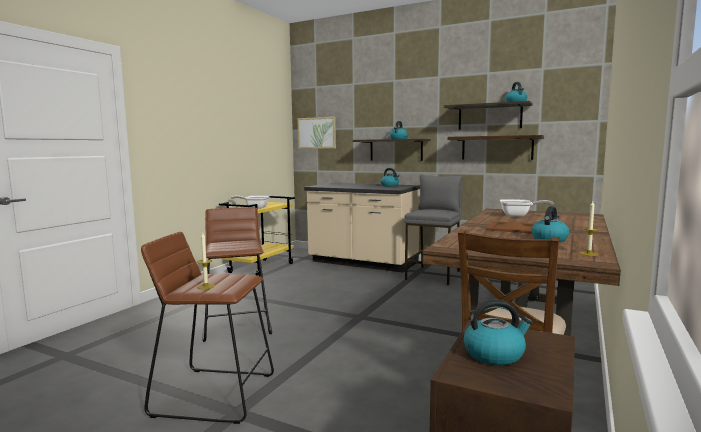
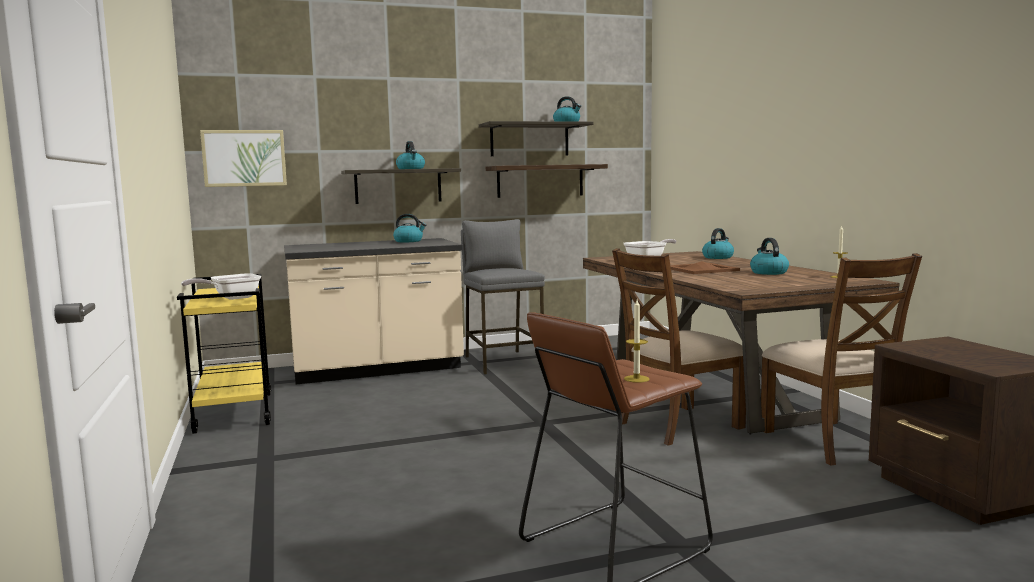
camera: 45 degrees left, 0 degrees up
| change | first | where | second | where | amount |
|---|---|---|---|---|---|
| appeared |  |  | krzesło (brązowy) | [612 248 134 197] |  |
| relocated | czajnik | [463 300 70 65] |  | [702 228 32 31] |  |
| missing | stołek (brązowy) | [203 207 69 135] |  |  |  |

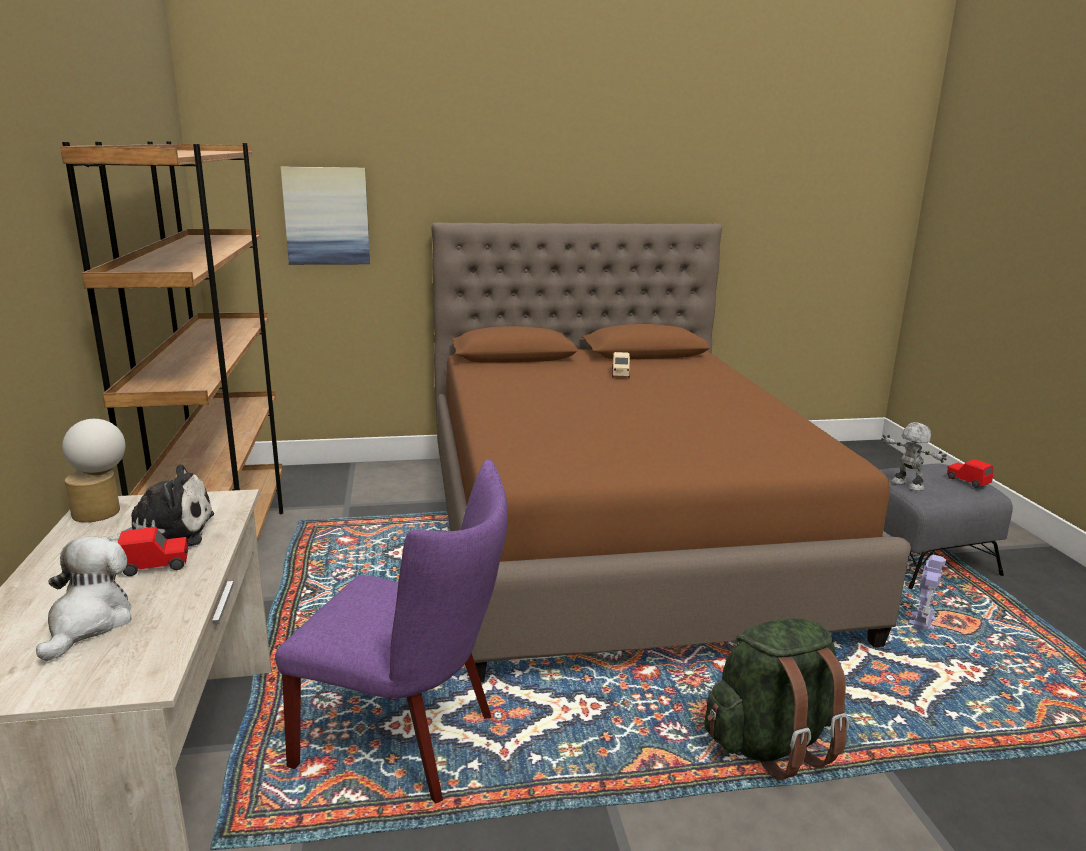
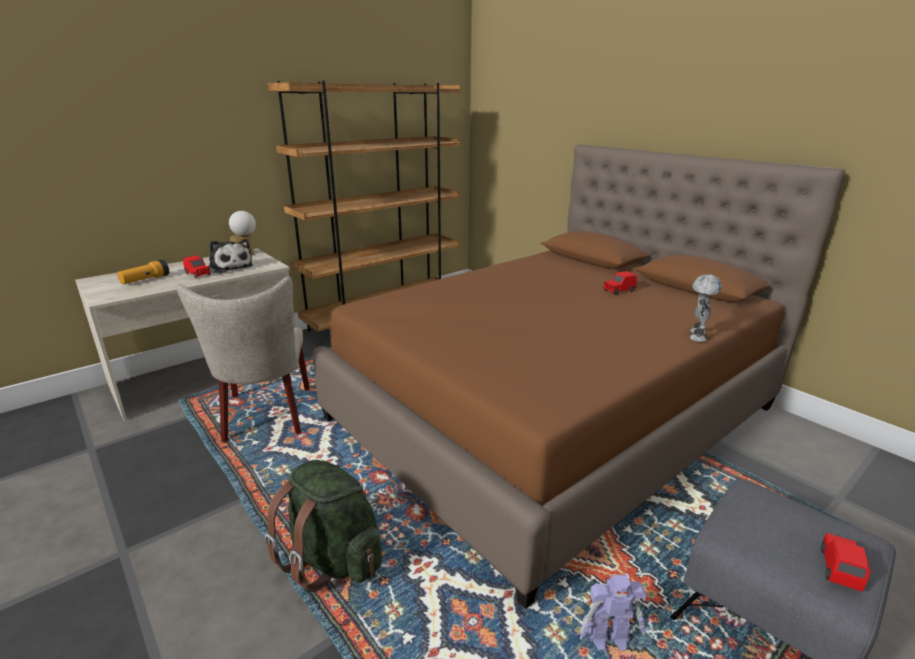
camera: 60 degrees right, 5 degrees up
| change | first | where | second | where | amount |
|---|---|---|---|---|---|
| exchanged | pluszak | [36 536 96 125] | latarka | [117 259 52 25] |  |
| colour | krzesło (fioletowy) | [275 459 233 345] | krzesło (beżowy) | [176 277 134 166] |  |
| colour | samochodzik (beżowy) | [612 352 18 26] | samochodzik (czerwony) | [604 271 33 24] |  |
| relocated | robot zabawkowy | [881 422 66 69] |  | [690 274 32 68] |  |
| missing | obraz | [281 167 89 98] |  |  |  |

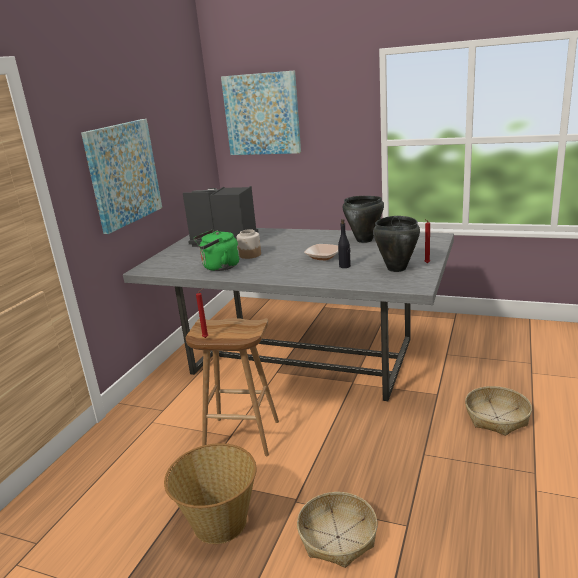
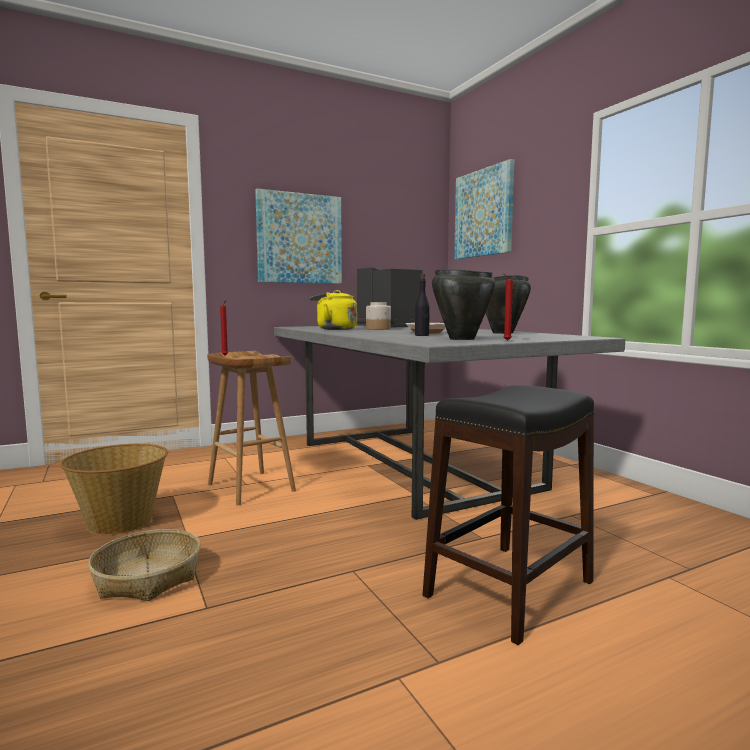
camera: 40 degrees right, 15 degrees down
| change | first | where | second | where | amount |
|---|---|---|---|---|---|
| colour | czajnik (zielony) | [193 229 47 42] | czajnik (żółty) | [309 290 48 40] |  |
| exchanged | koszyk | [465 386 67 50] | stołek (czarny) | [423 385 171 260] |  |

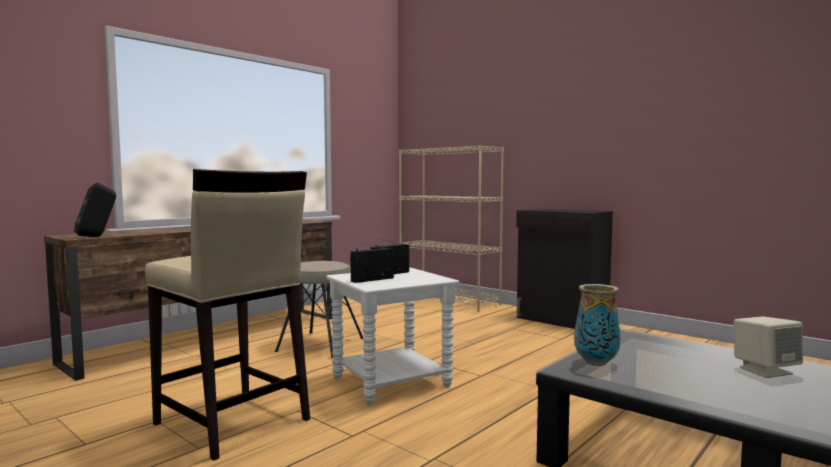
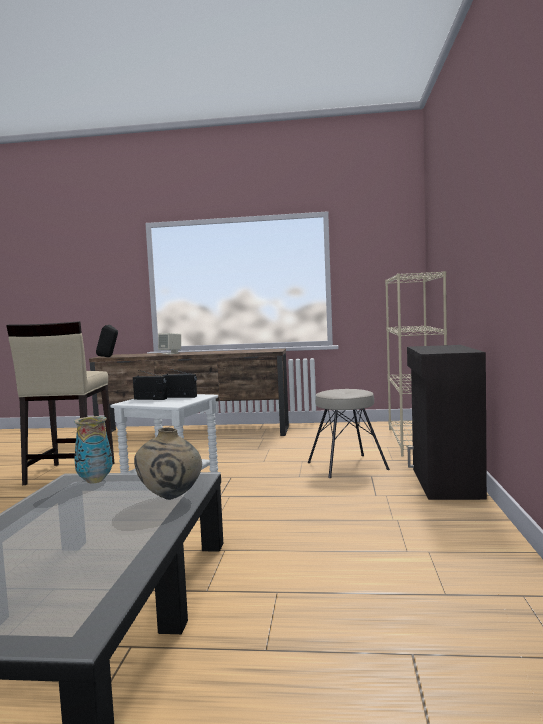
camera: 55 degrees right, 0 degrees up
| change | first | where | second | where | amount |
|---|---|---|---|---|---|
| appeared |  |  | wazon (beżowy) | [134 427 68 73] |  |
| relocated | głośnik (beżowy) | [734 316 69 62] |  | [158 333 23 21] |  |
| relocated | stołek (beżowy) | [275 261 88 97] |  | [308 389 82 89] |  |

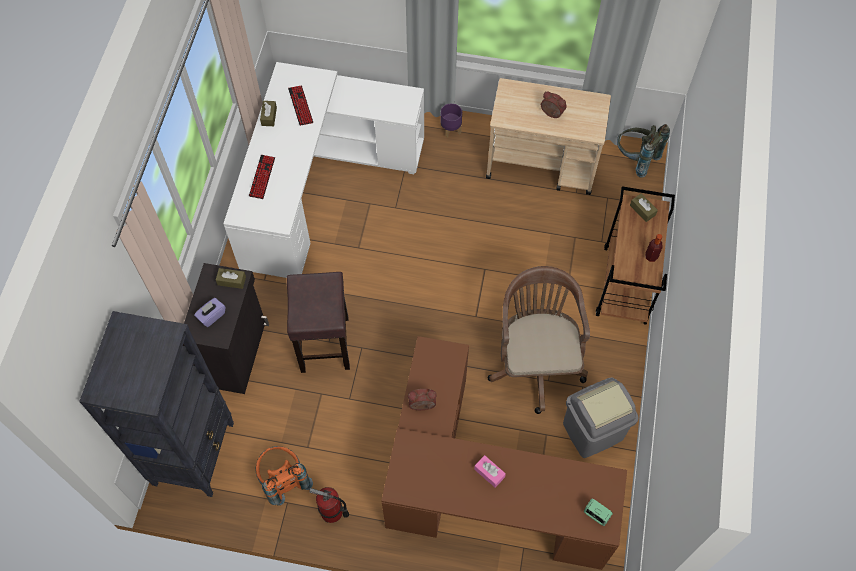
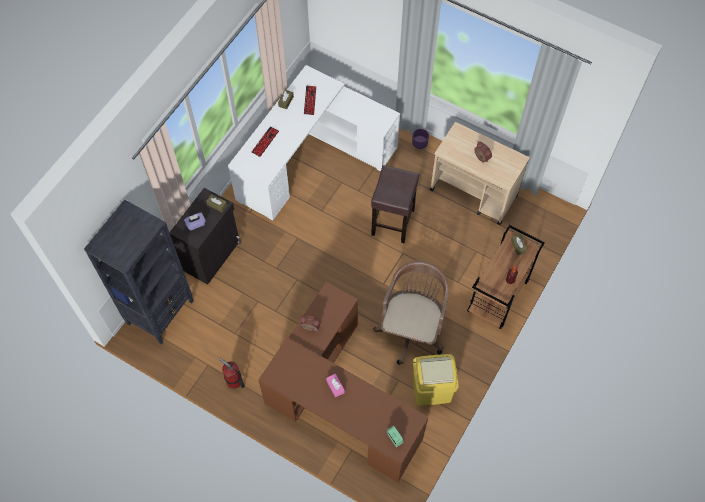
camera: 20 degrees right, 0 degrees up
| change | first | where | second | where | amount |
|---|---|---|---|---|---|
| relocated | stołek (brązowy) | [287 272 63 101] |  | [371 165 49 78] |  |
| colour | kosz na śmieci (szary) | [563 378 75 80] | kosz na śmieci (żółty) | [413 354 46 51] |  |
| missing | plecak (pomarańczowy) | [256 446 57 60] |  |  |  |
| missing | plecak (szary) | [617 124 53 54] |  |  |  |

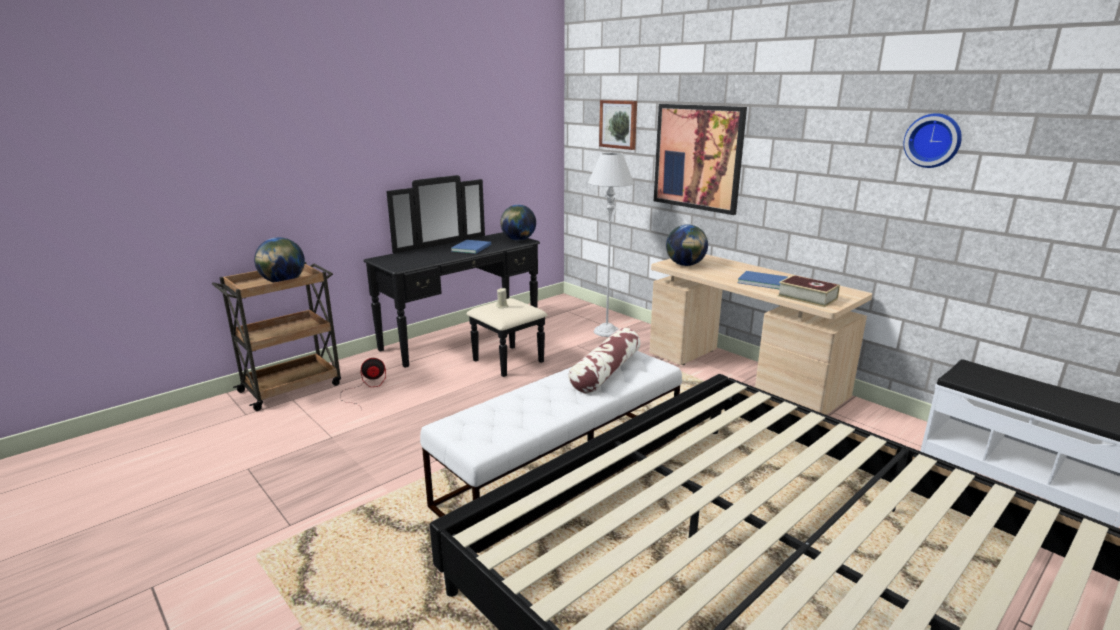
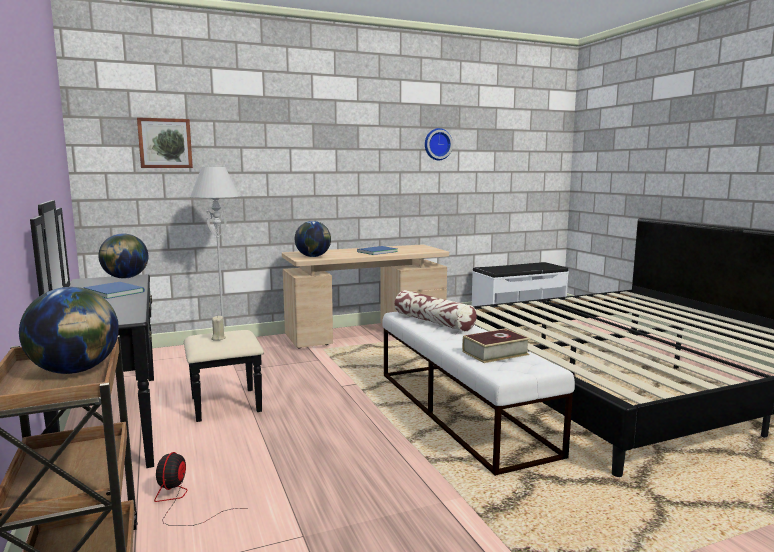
camera: 70 degrees left, 10 degrees down
| change | first | where | second | where | amount |
|---|---|---|---|---|---|
| relocated | książka | [777 275 63 32] |  | [462 329 68 34] |  |
| missing | obraz | [654 104 93 111] |  |  |  |

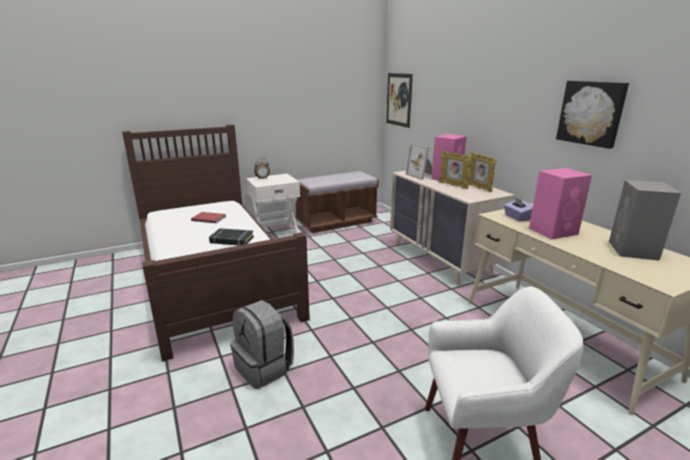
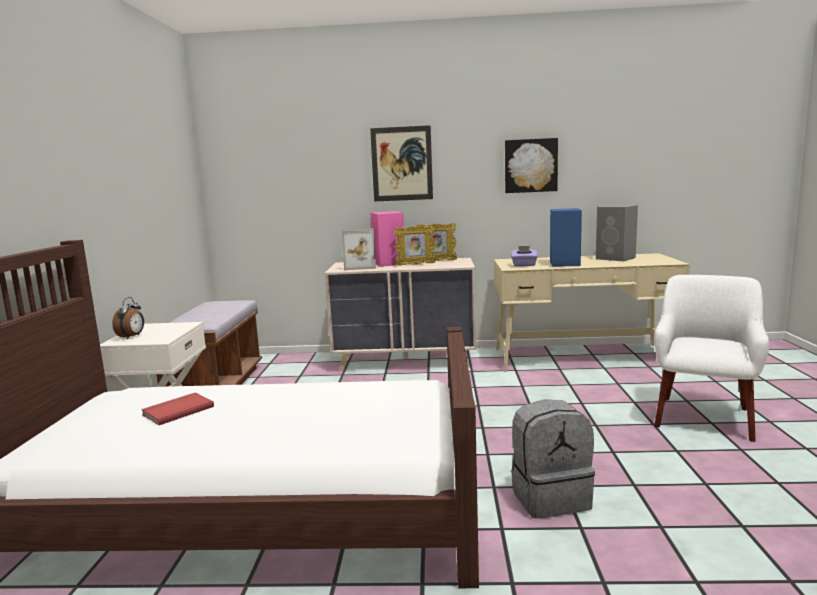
camera: 60 degrees left, 10 degrees down
| change | first | where | second | where | amount |
|---|---|---|---|---|---|
| relocated | obraz | [386 73 27 55] |  | [370 125 63 77] |  |
| colour | głośnik (różowy) | [529 168 63 71] | głośnik (niebieski) | [550 208 32 59] |  |
| missing | książka (czarny) | [209 228 45 18] |  |  |  |

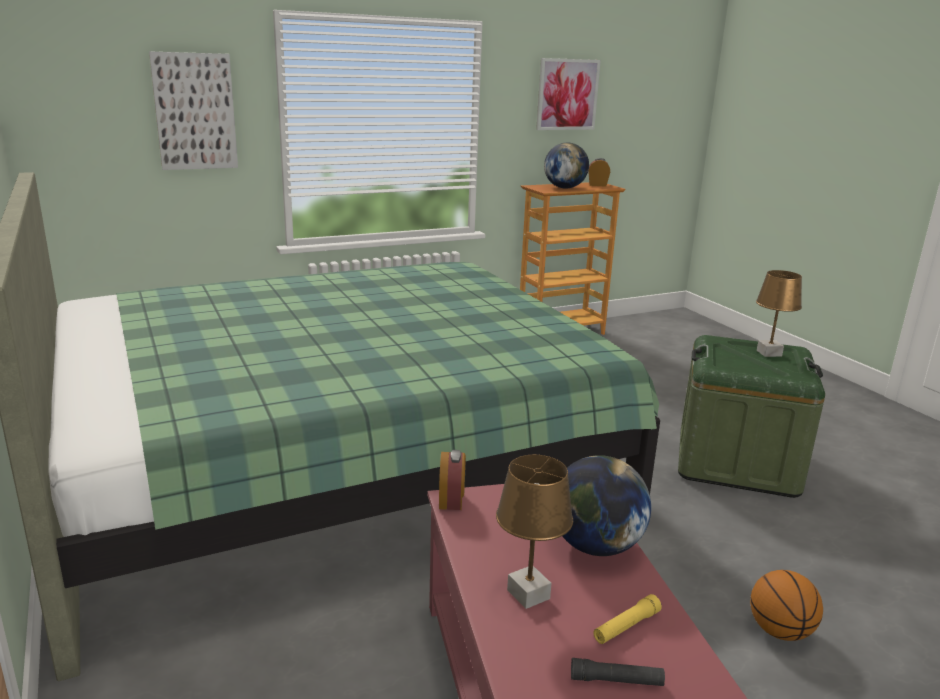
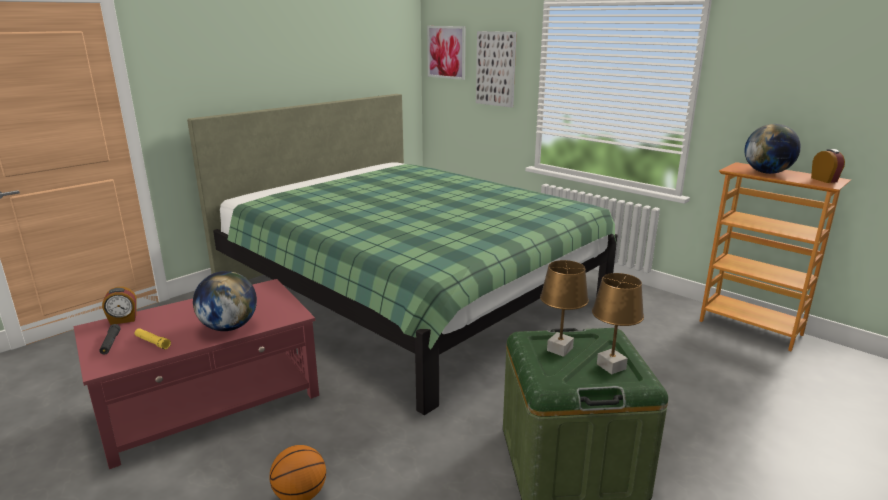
camera: 70 degrees right, 0 degrees up
| change | first | where | second | where | amount |
|---|---|---|---|---|---|
| relocated | budzik | [439 450 27 60] |  | [102 287 35 38] |  |
| relocated | obraz | [536 58 65 72] |  | [427 26 39 54] |  |
| relocated | lampa stołowa (brązowy) | [496 455 77 154] |  | [540 260 49 97] |  |

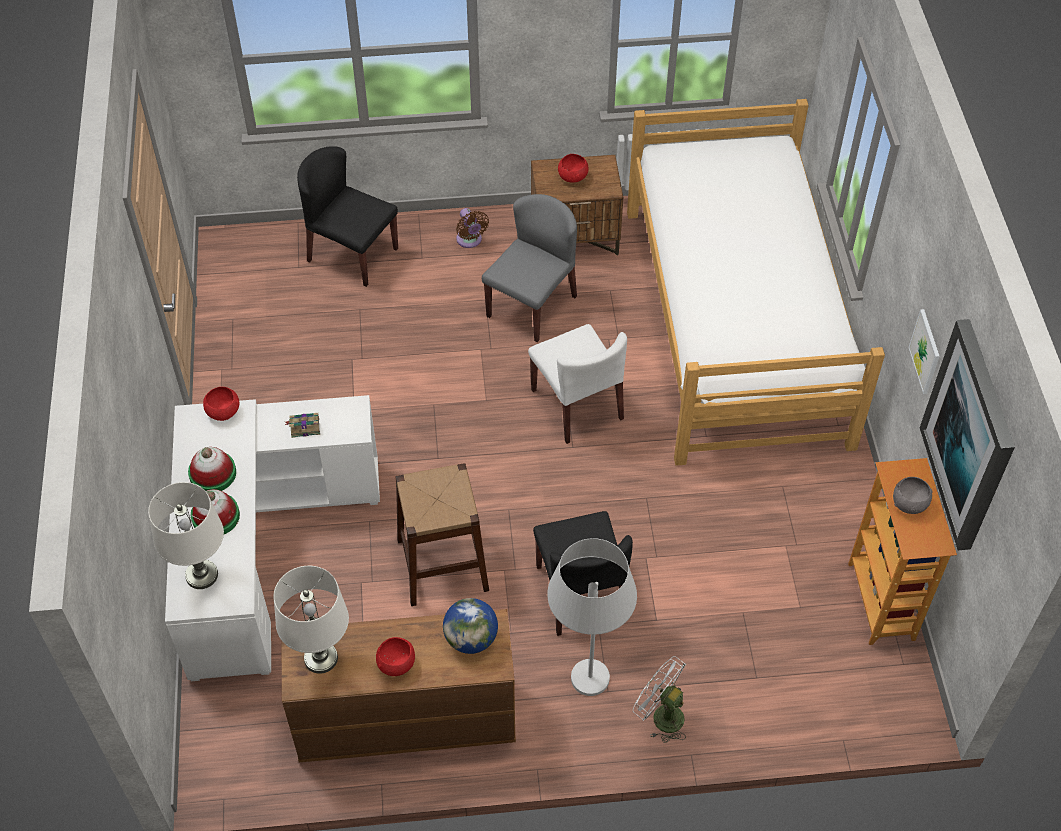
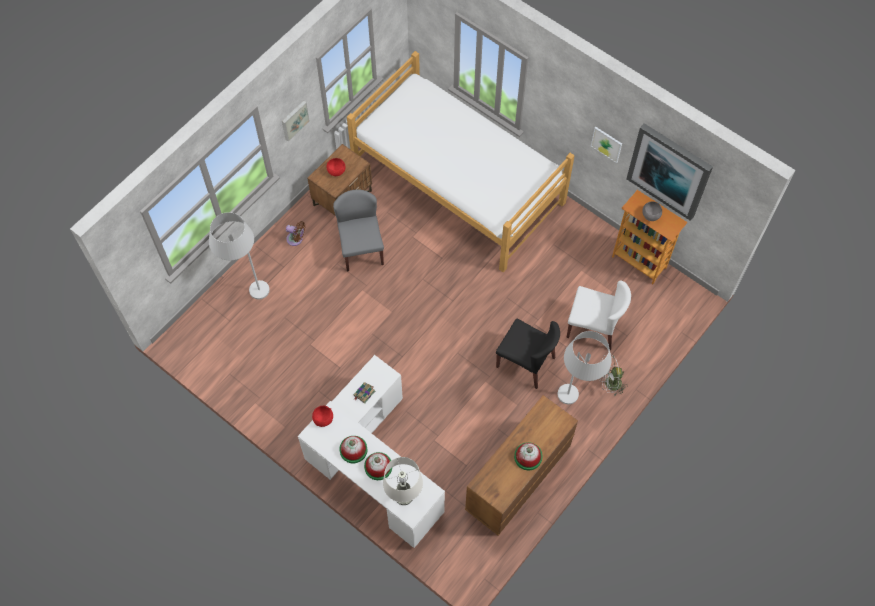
camera: 45 degrees left, 10 degrees up
| change | first | where | second | where | amount |
|---|---|---|---|---|---|
| exchanged | krzesło (czarny) | [297 146 101 141] | lampa stojąca (biały) | [209 212 61 87] |  |
| appeared |  |  | obraz | [282 101 28 41] |  |
| exchanged | miska (czerwony) | [376 637 39 39] | kapelusz | [514 442 29 28] |  |
| relocated | krzesło (biały) | [528 324 99 120] |  | [566 281 65 69] |  |
| missing | lampa stołowa (biały) | [273 566 76 108] |  |  |  |
| missing | stołek (brązowy) | [396 463 93 143] |  |  |  |
| missing | globus | [443 598 55 56] |  |  |  |

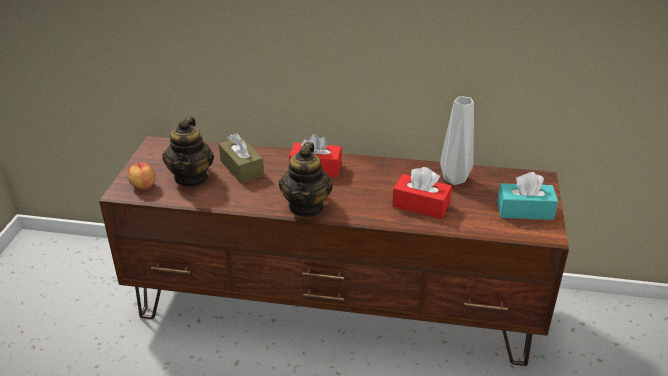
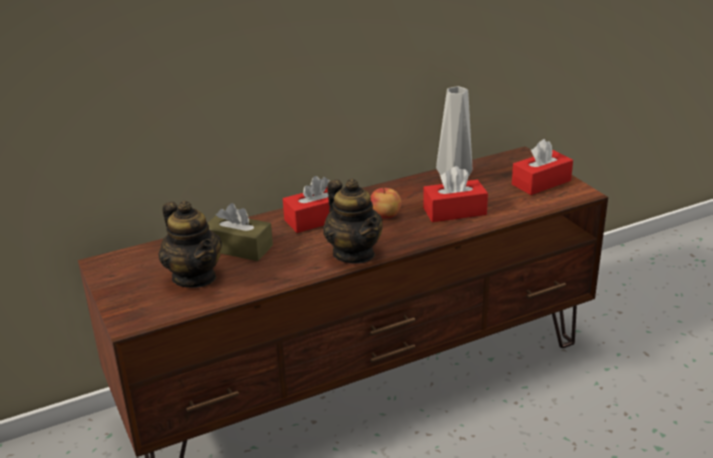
camera: 35 degrees left, 5 degrees down
| change | first | where | second | where | amount |
|---|---|---|---|---|---|
| relocated | jabłko | [128 163 28 27] |  | [371 188 30 31] |  |
| colour | pudełko chusteczek (turkusowy) | [497 172 61 48] | pudełko chusteczek (czerwony) | [512 139 61 56] |  |

